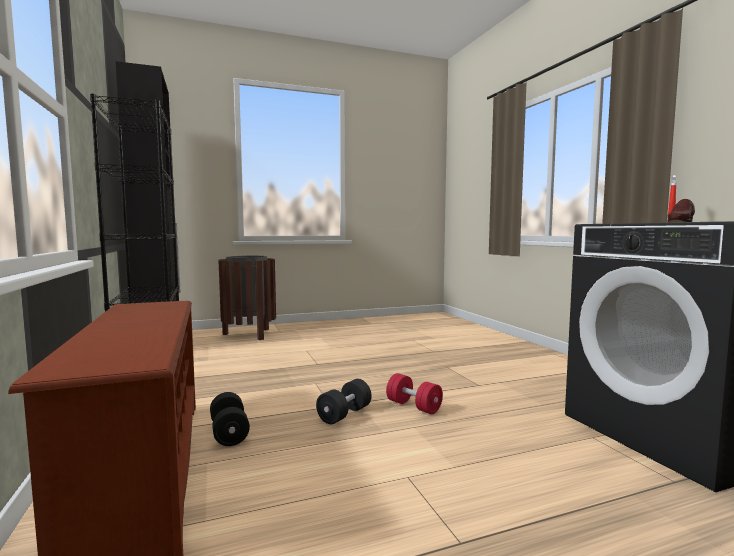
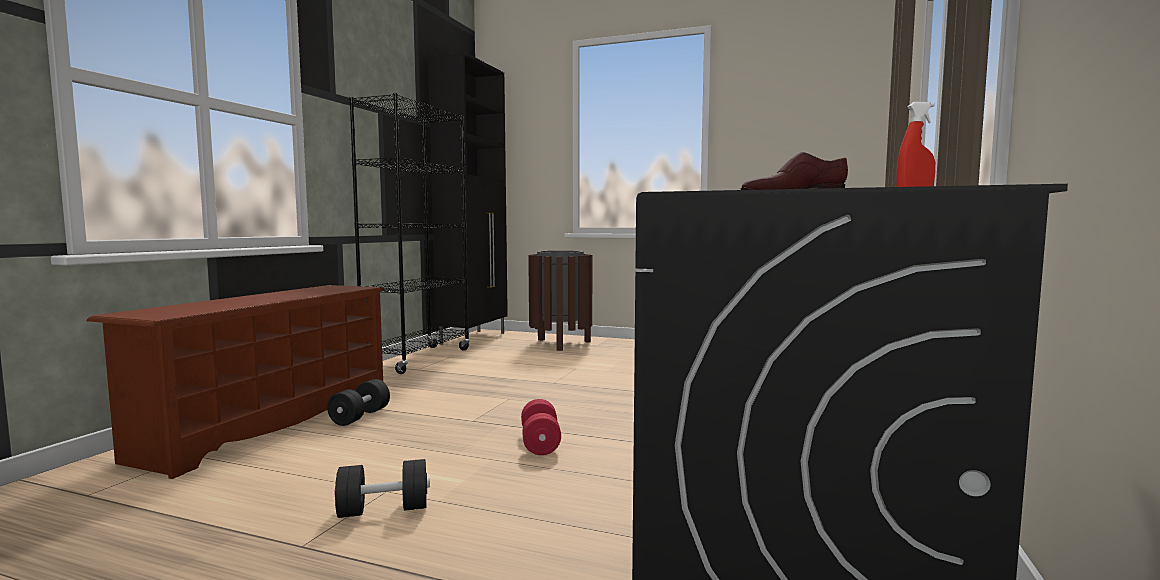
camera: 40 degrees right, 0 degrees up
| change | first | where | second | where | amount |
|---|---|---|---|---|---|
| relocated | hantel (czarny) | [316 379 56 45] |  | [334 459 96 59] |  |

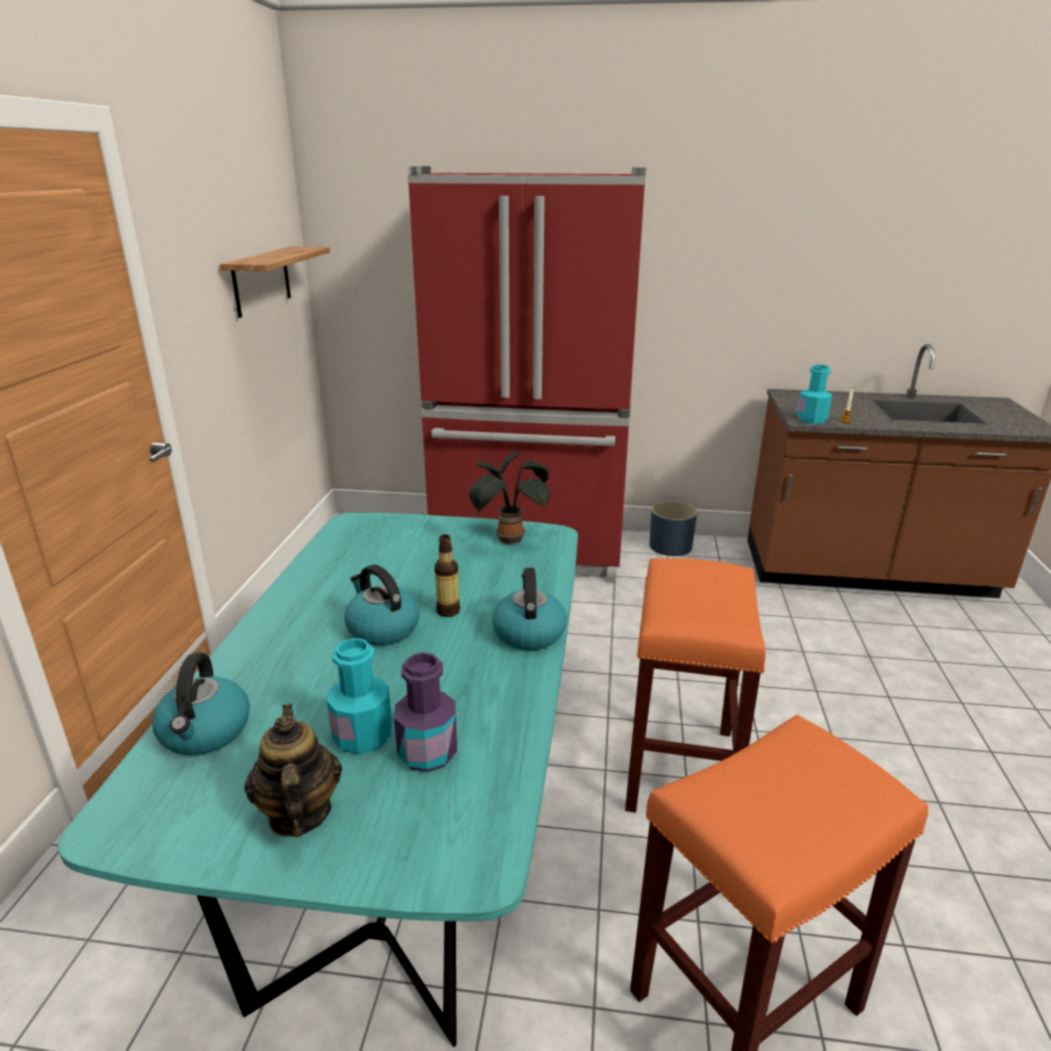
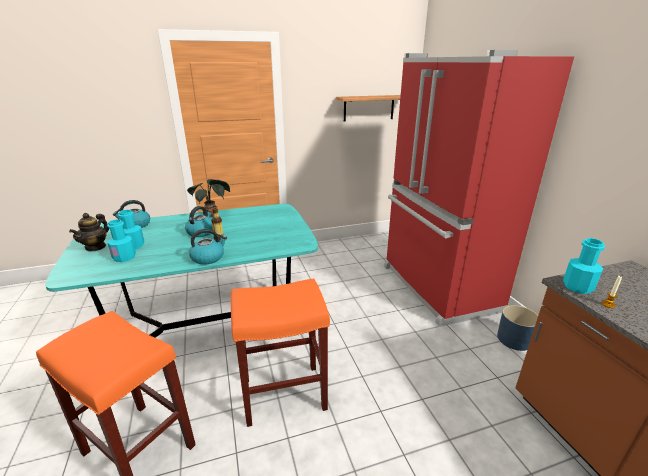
camera: 65 degrees right, 0 degrees up
| change | first | where | second | where | amount |
|---|---|---|---|---|---|
| spun | imbryk | [244 704 98 133] |  | [69 213 40 38] | 150 degrees clockwise |
| colour | butelka (fioletowy) | [394 652 63 120] | butelka (turkusowy) | [107 219 29 43] |  |
| relocated | roślina doniczkowa | [469 452 81 93] |  | [187 179 44 38] |  |

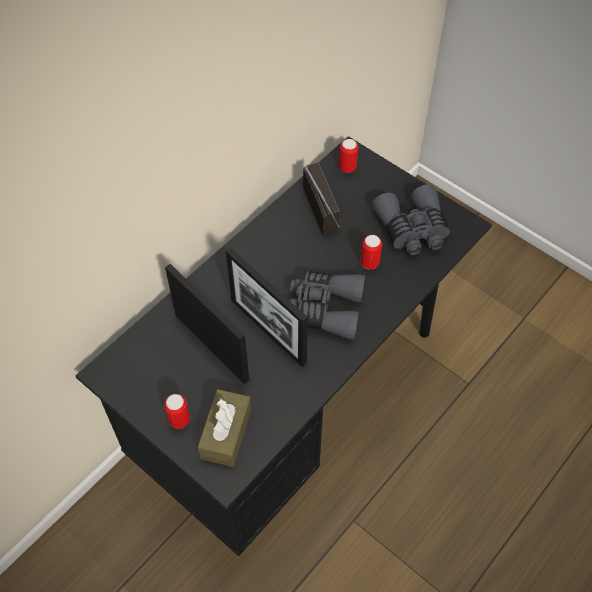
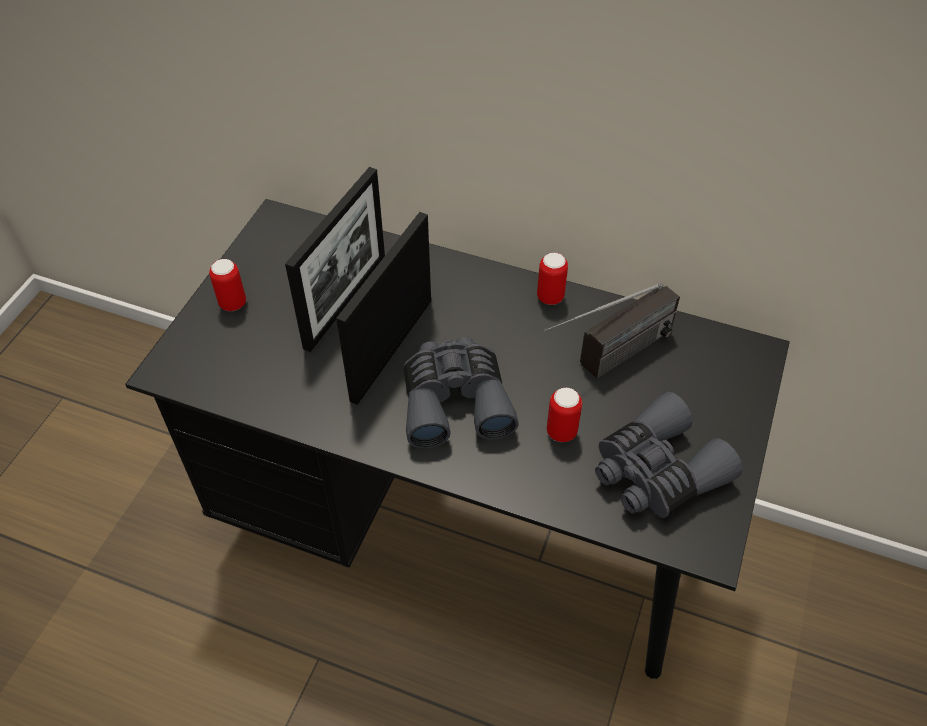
camera: 70 degrees right, 5 degrees down
| change | first | where | second | where | amount |
|---|---|---|---|---|---|
| relocated | puszka | [339 139 19 34] |  | [537 252 31 53] |  |
| missing | pudełko chusteczek (brązowy) | [198 389 53 78] |  |  |  |

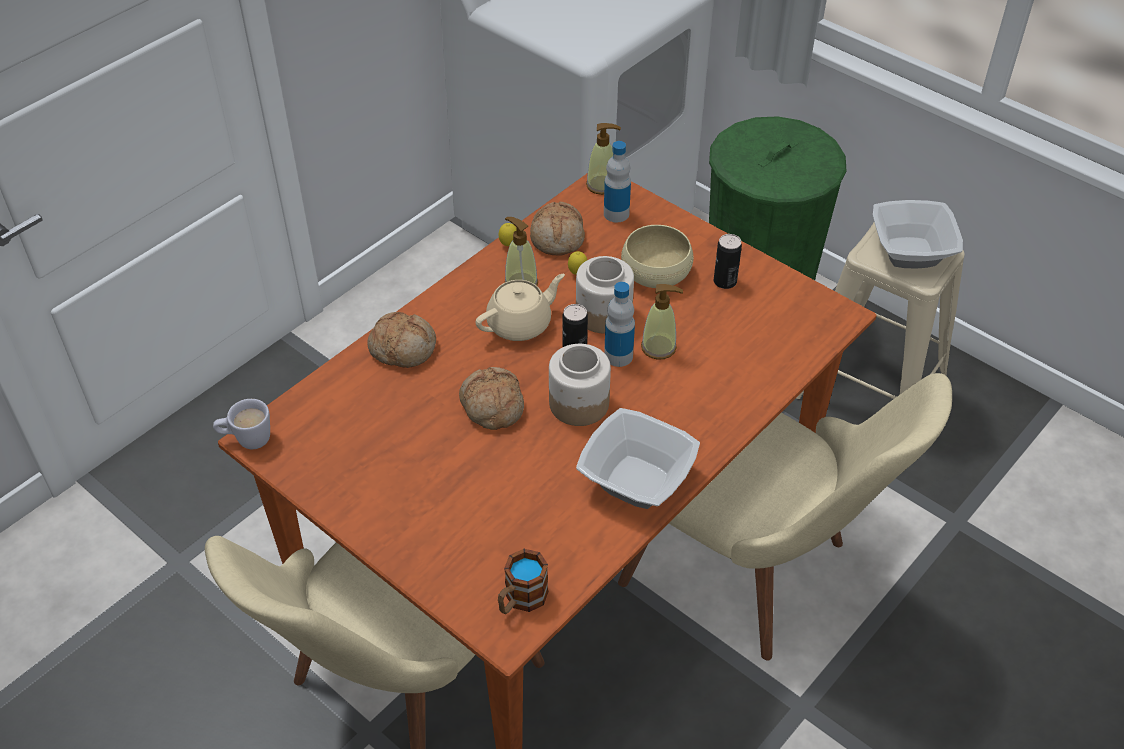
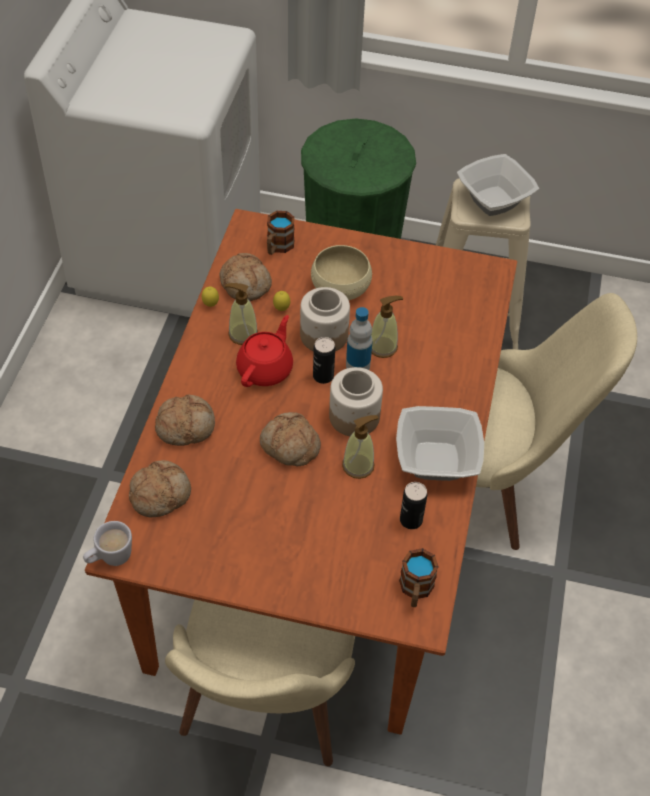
camera: 30 degrees left, 5 degrees up
| change | first | where | second | where | amount |
|---|---|---|---|---|---|
| appeared |  |  | chleb | [129 460 62 58] |  |
| colour | imbryk (beżowy) | [475 274 90 67] | imbryk (czerwony) | [236 315 57 72] |  |
| exchanged | butelka | [604 141 27 81] | kubek | [267 211 28 44] |  |
| relocated | dozownik mydła | [586 123 35 72] |  | [342 415 37 64] |  |
| relocated | puszka | [714 234 28 55] |  | [400 482 27 47] |  |

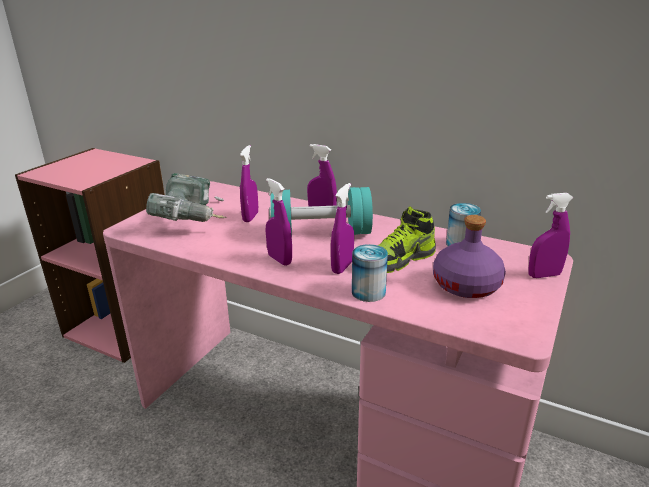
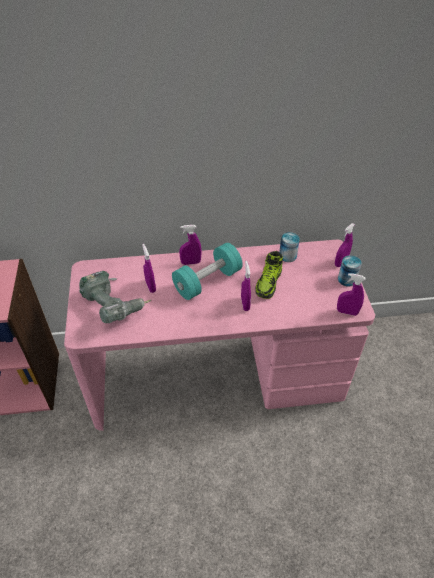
camera: 35 degrees left, 20 degrees up
| change | first | where | second | where | amount |
|---|---|---|---|---|---|
| relocated | spryskiwacz (fioletowy) | [265 178 27 88] |  | [337 273 28 43] |  |
| relocated | puszka | [352 244 36 58] |  | [338 255 24 32] |  |
| missing | butelka (fioletowy) | [433 215 73 83] |  |  |  |

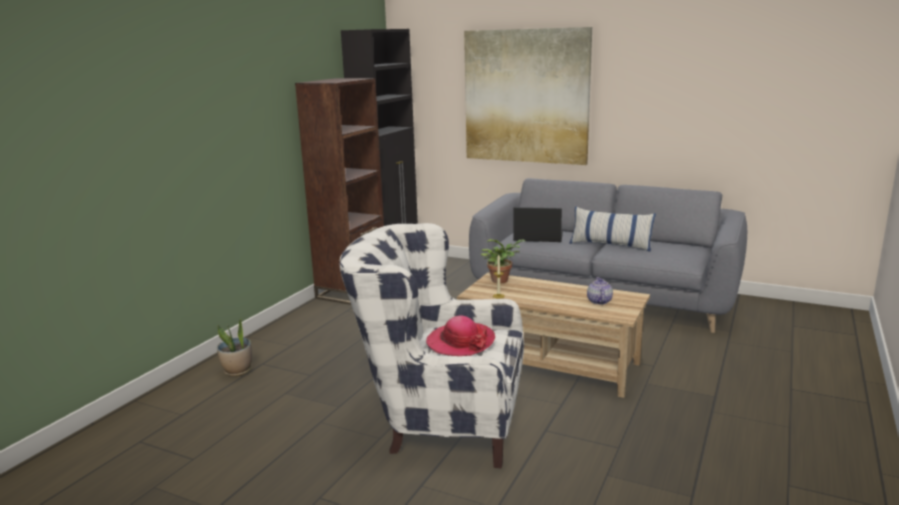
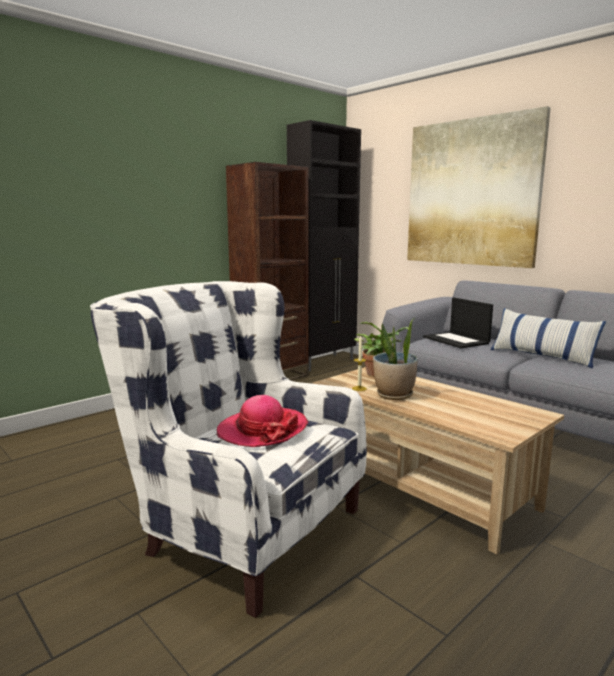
camera: 20 degrees right, 5 degrees down
| change | first | where | second | where | amount |
|---|---|---|---|---|---|
| relocated | roślina doniczkowa | [217 317 35 59] |  | [373 318 44 82] |  |
| spun | laptop | [513 207 50 35] |  | [423 297 70 51] | 150 degrees counterclockwise |
| missing | imbryk | [587 277 26 28] |  |  |  |

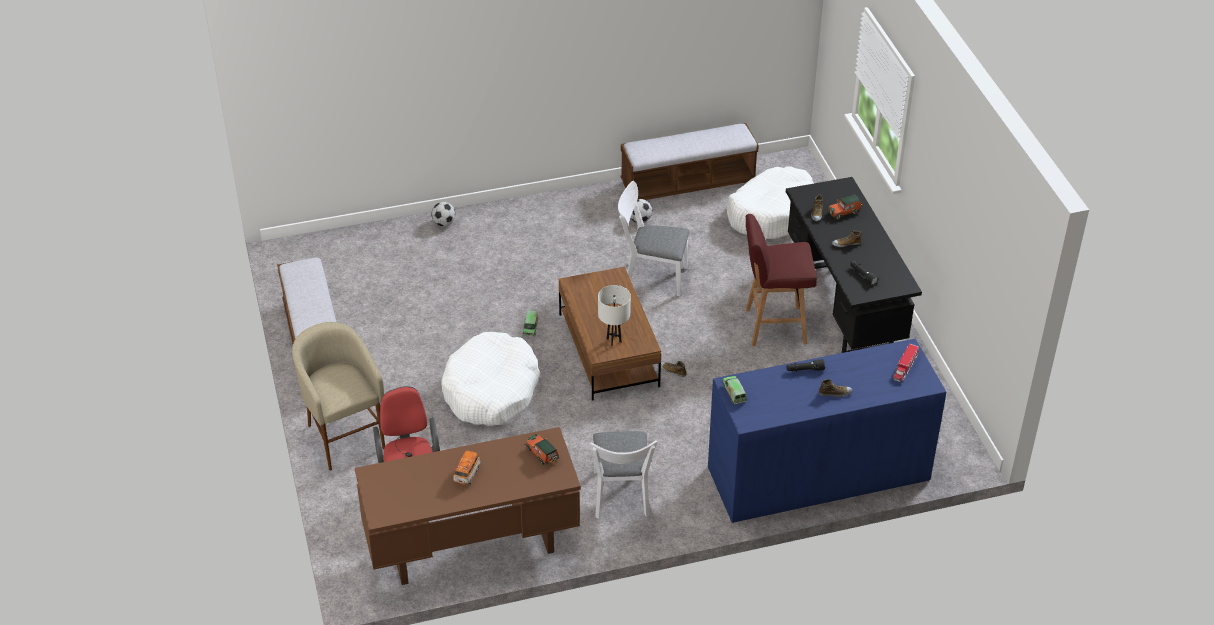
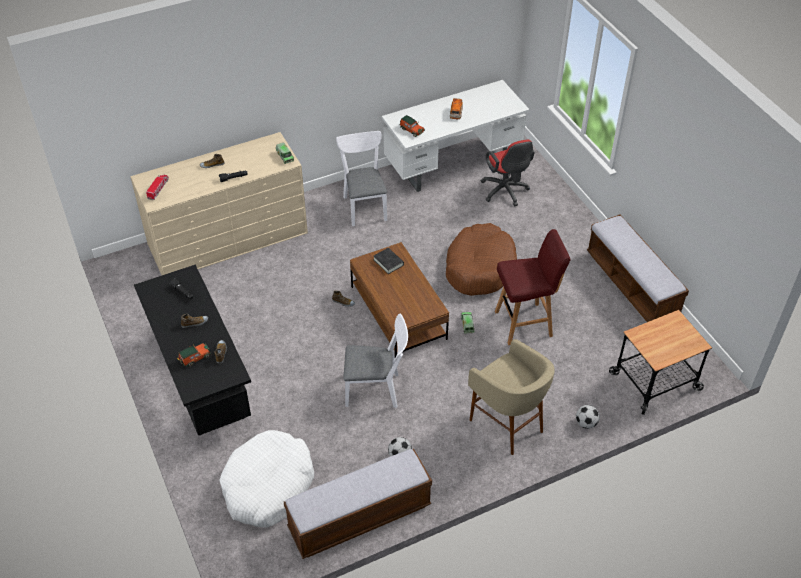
camera: 170 degrees right, 5 degrees up
| change | first | where | second | where | amount |
|---|---|---|---|---|---|
| colour | komoda (niebieski) | [708 339 238 184] | komoda (beżowy) | [130 132 178 143] |  |
| exchanged | lampa stołowa (biały) | [598 285 33 61] | książka (czarny) | [373 248 31 26] |  |
| colour | biurko (brązowy) | [355 427 226 158] | biurko (biały) | [382 80 148 112] |  |
| colour | legowisko (biały) | [441 332 99 94] | legowisko (brązowy) | [446 223 71 73] |  |
| relocated | stołek (beżowy) | [292 322 93 148] |  | [468 339 87 116] |  |
| relocated | stołek (czerwony) | [746 214 71 132] |  | [495 229 75 116] |  |
| appeared |  |  | wózek | [609 310 103 105] |  |

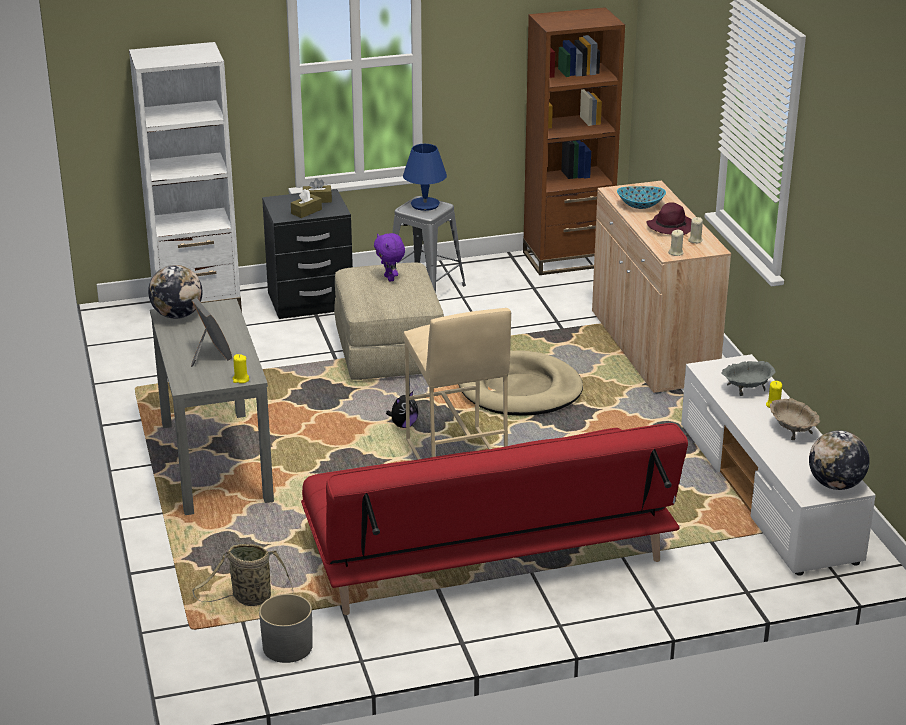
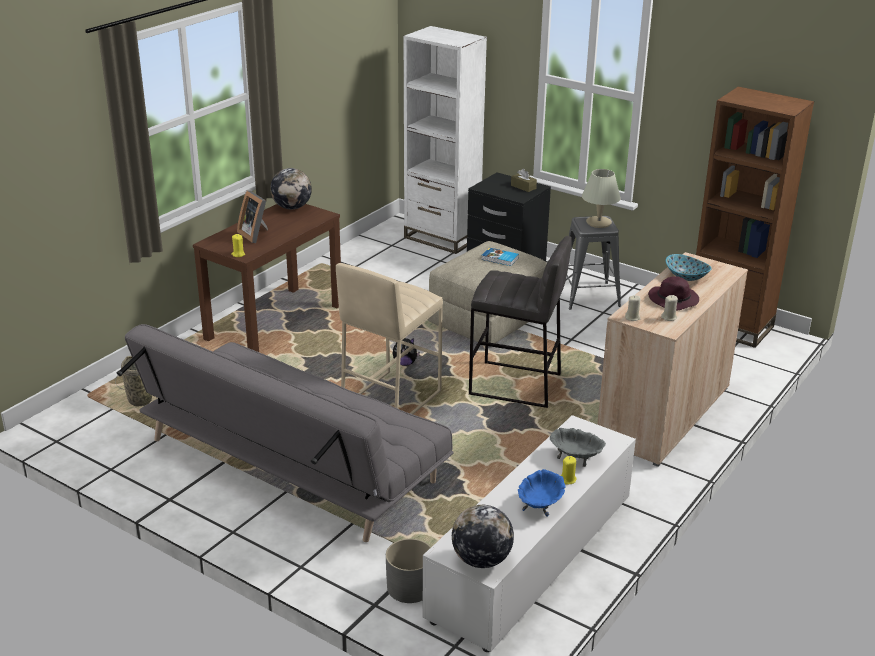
camera: 50 degrees right, 0 degrees up
| change | first | where | second | where | amount |
|---|---|---|---|---|---|
| colour | kanapa (czerwony) | [301 423 387 192] | kanapa (szary) | [117 324 336 218] |  |
| colour | stolik konsolowy (szary) | [150 299 124 216] | stolik konsolowy (brązowy) | [193 204 148 148] |  |
| spun | ramka na zdjęcie | [191 298 41 69] |  | [237 190 31 53] | 120 degrees clockwise |
| relocated | donica (szary) | [259 594 54 69] |  | [386 539 45 64] |  |
| exchanged | legowisko (beżowy) | [458 350 125 66] | stołek (szary) | [469 236 103 172] |  |
| exchanged | pluszak (fioletowy) | [374 233 31 49] | książka | [481 248 38 18] |  |
| colour | miska (beżowy) | [770 398 50 42] | miska (niebieski) | [518 469 48 48] |  |
| colour | lampa stołowa (niebieski) | [403 144 44 67] | lampa stołowa (beżowy) | [582 169 39 59] |  |
| missing | pudełko chusteczek (brązowy) | [291 189 31 29] |  |  |  |

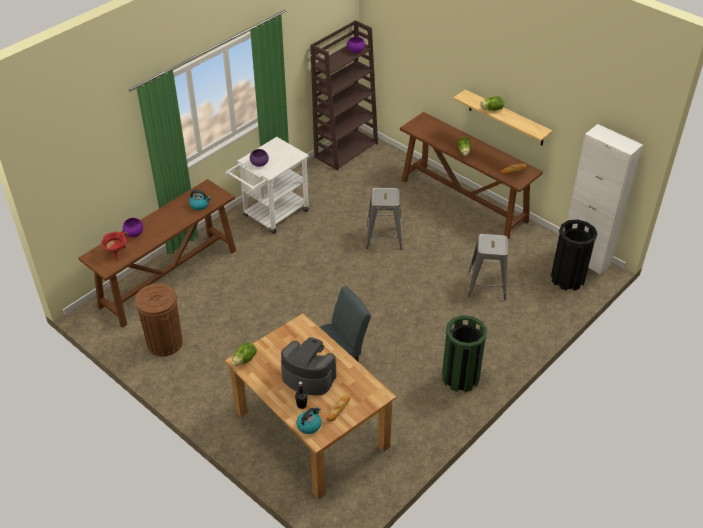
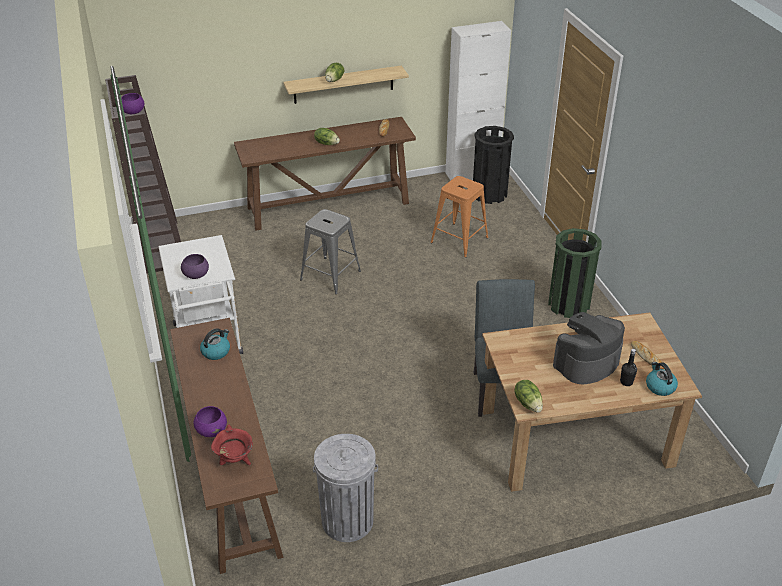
camera: 60 degrees left, 5 degrees down
| change | first | where | second | where | amount |
|---|---|---|---|---|---|
| colour | kosz na śmieci (brązowy) | [135 283 48 74] | kosz na śmieci (szary) | [313 434 65 108] |  |
| colour | stołek (szary) | [468 234 40 66] | stołek (pomarańczowy) | [431 176 57 81] |  |

